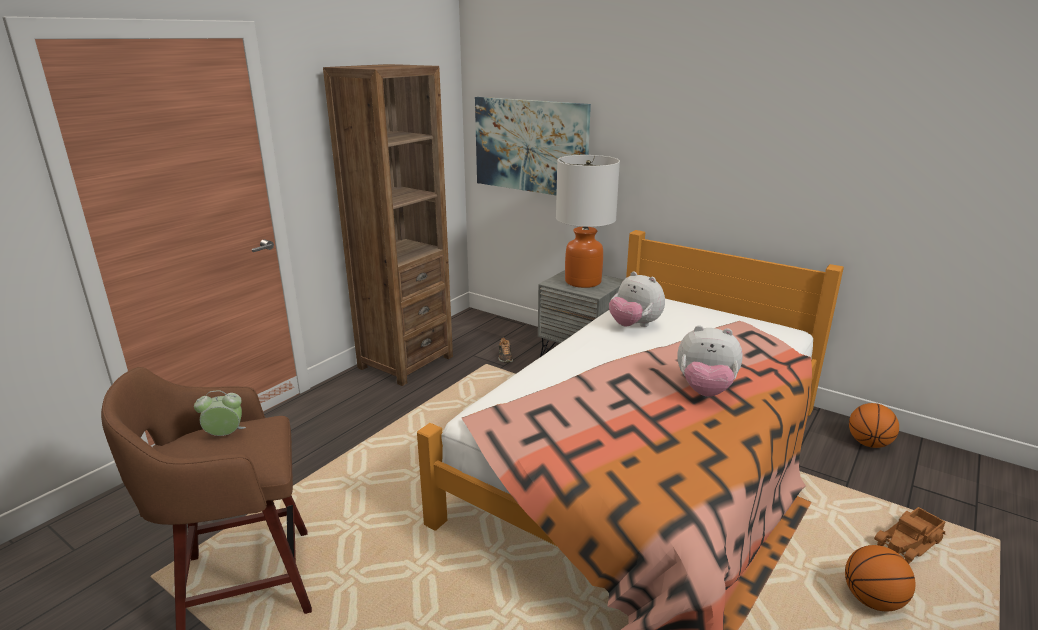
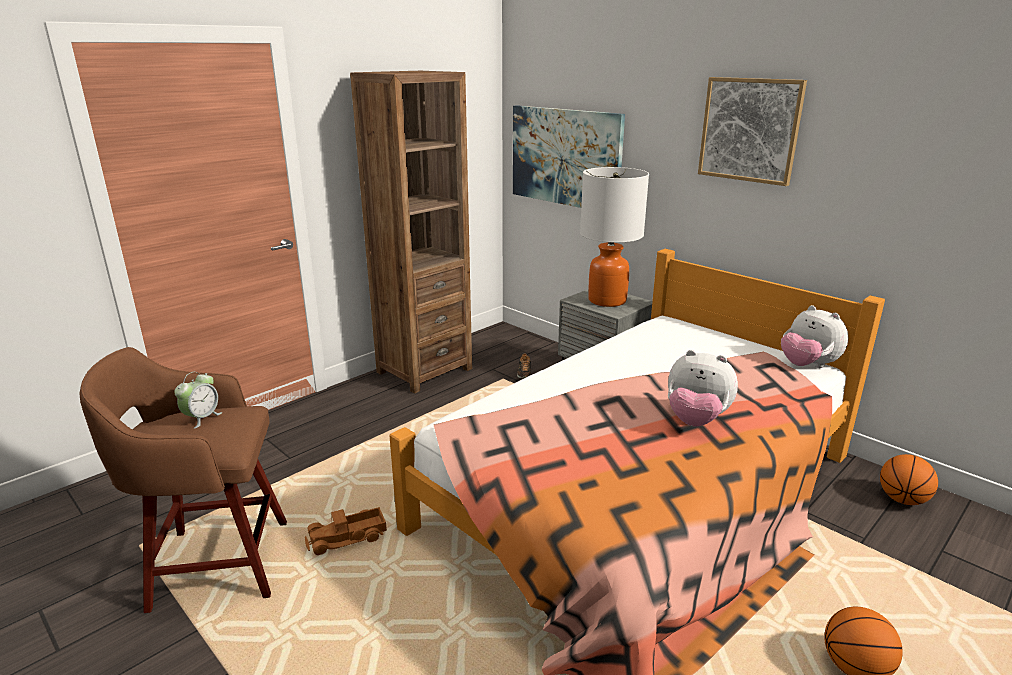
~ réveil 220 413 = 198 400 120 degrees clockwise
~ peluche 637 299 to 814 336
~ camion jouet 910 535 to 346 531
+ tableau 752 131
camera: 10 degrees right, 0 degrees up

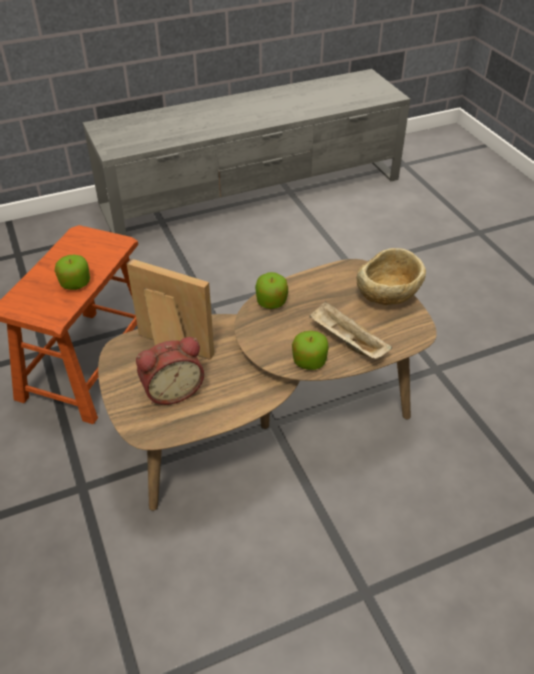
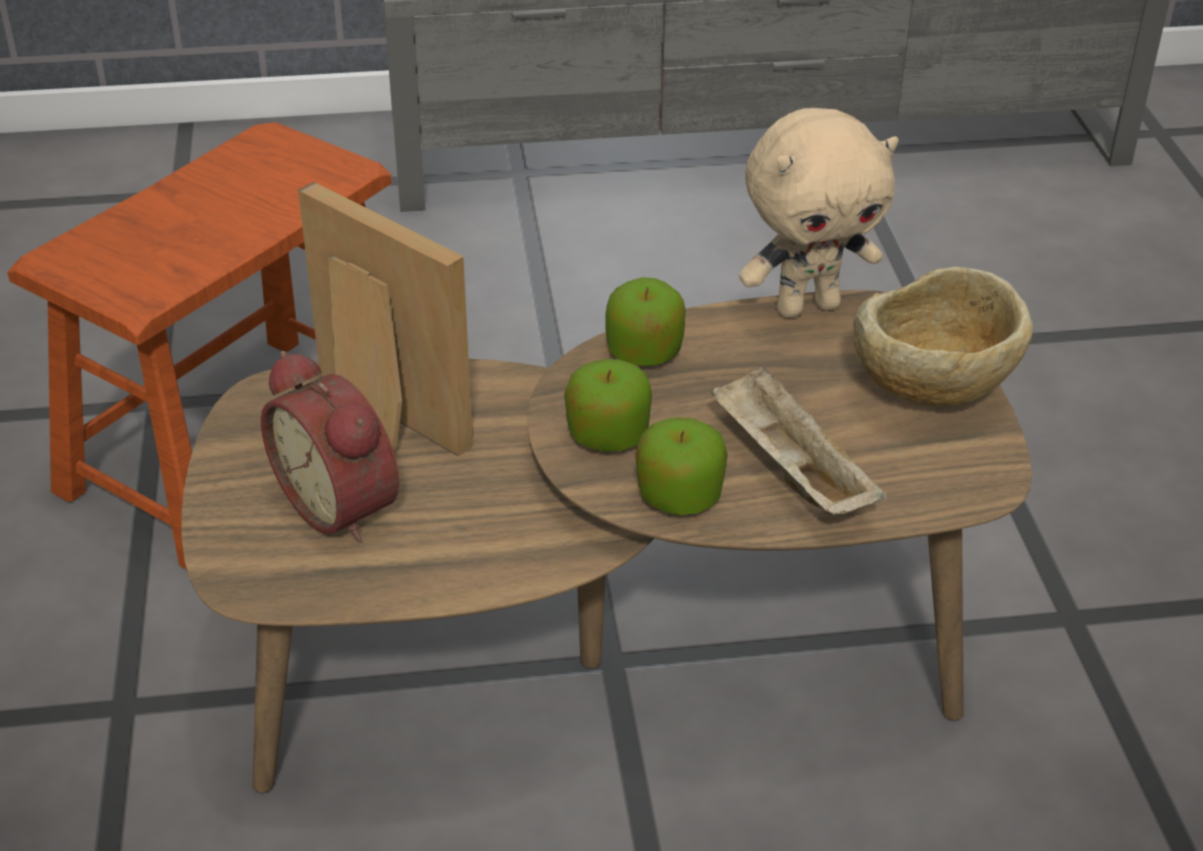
~ pomme 72 272 to 608 405
~ réveil 170 371 = 330 447 60 degrees clockwise
+ peluche [beige] 819 213
camera: 15 degrees right, 5 degrees down

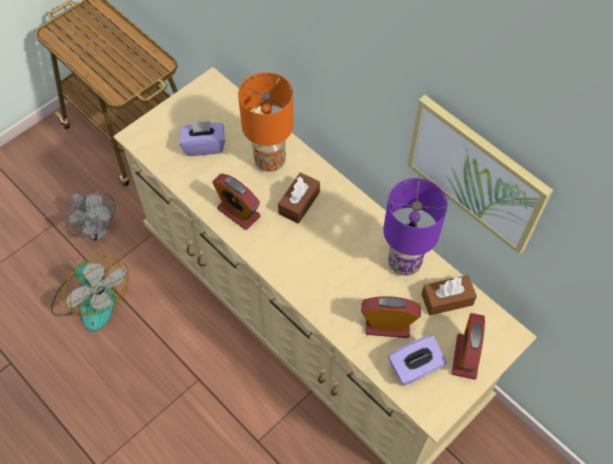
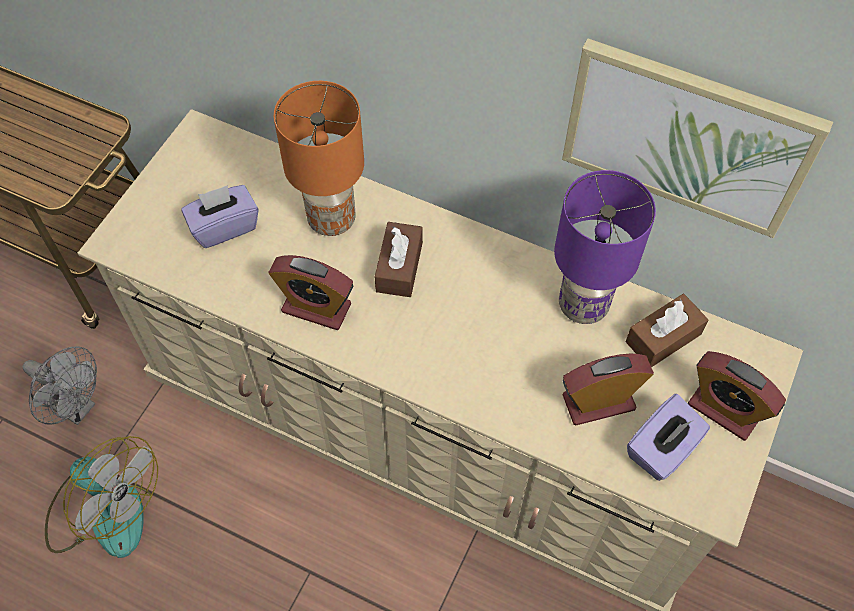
~ réveil 468 346 = 737 396 45 degrees counterclockwise
camera: 20 degrees left, 0 degrees up

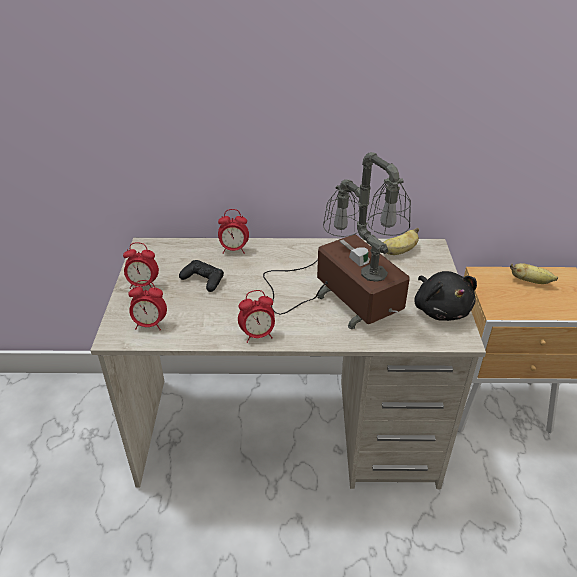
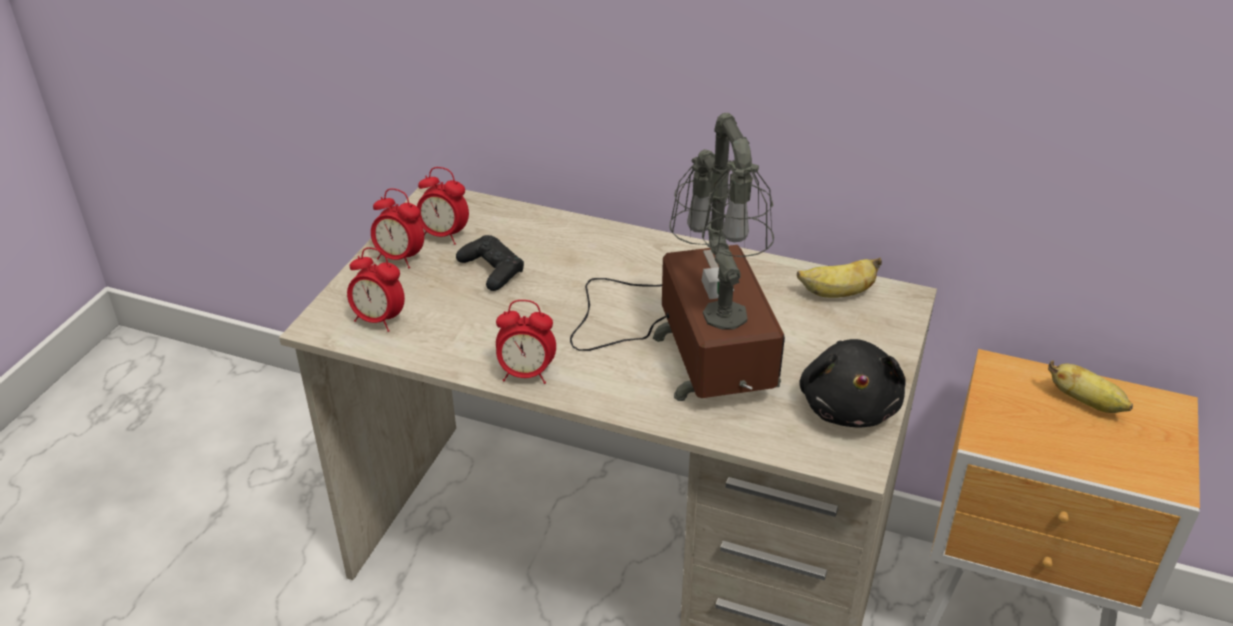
~ réveil 233 231 to 443 206
camera: 20 degrees right, 0 degrees up

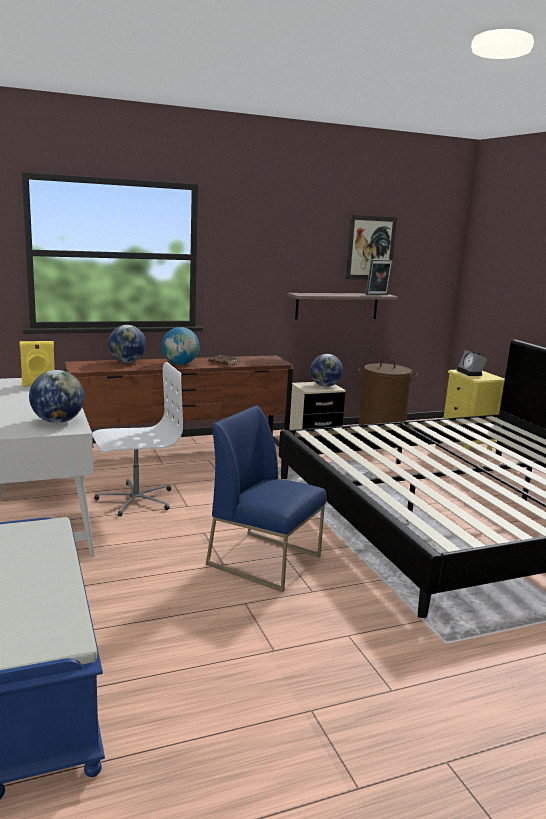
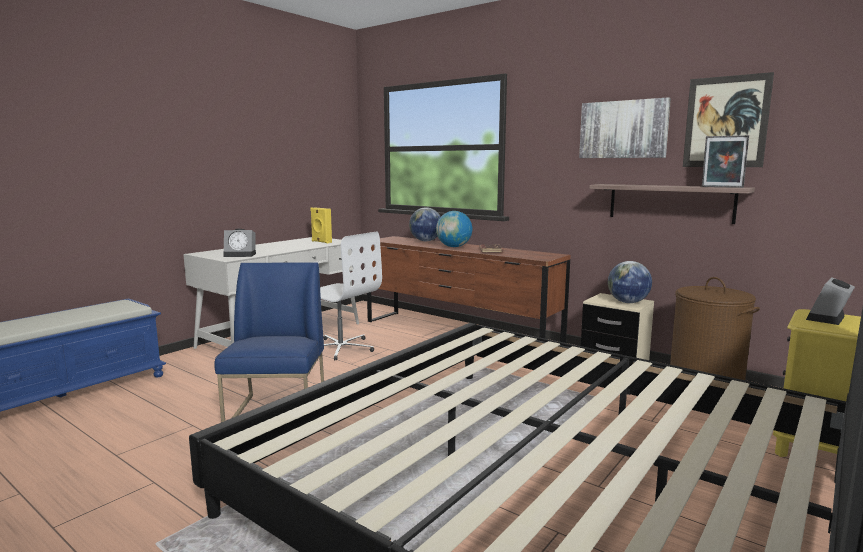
~ globe 56 396 to réveil 240 243
+ tableau 625 127
camera: 60 degrees right, 5 degrees down

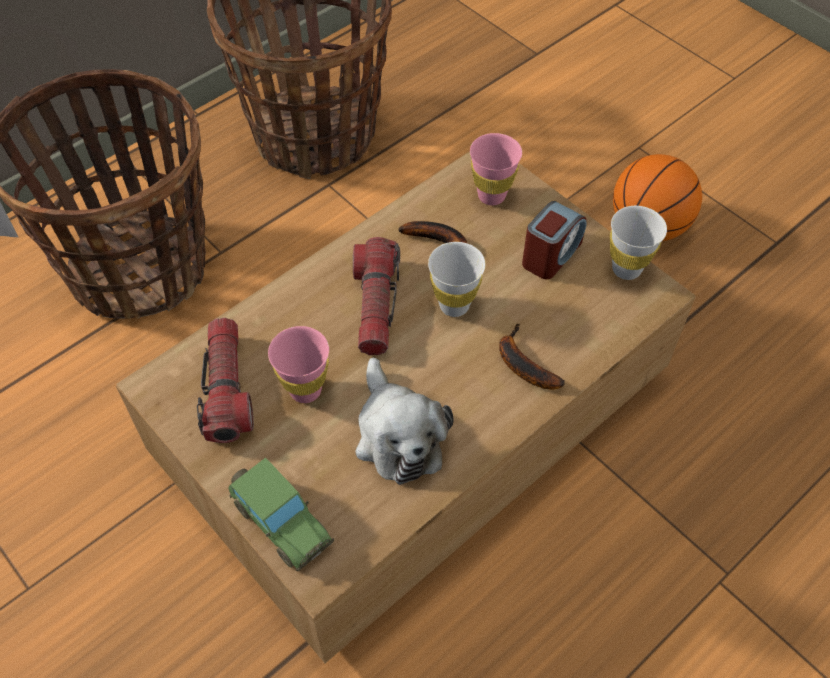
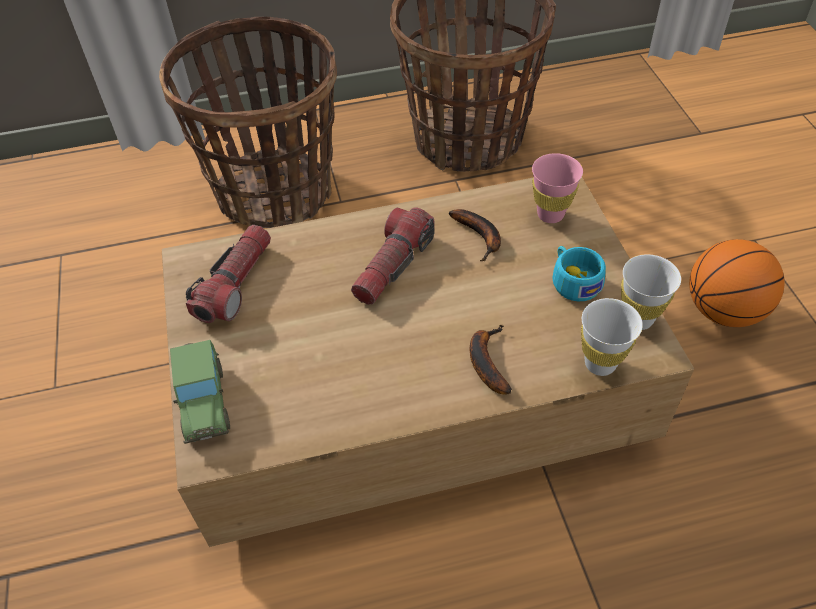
- tasse [rose] 298 364
- peluche 404 421
~ tasse [blanc] 457 279 to 612 337
~ réveil 554 240 to tasse [turquoise] 579 273
camera: 30 degrees right, 5 degrees down

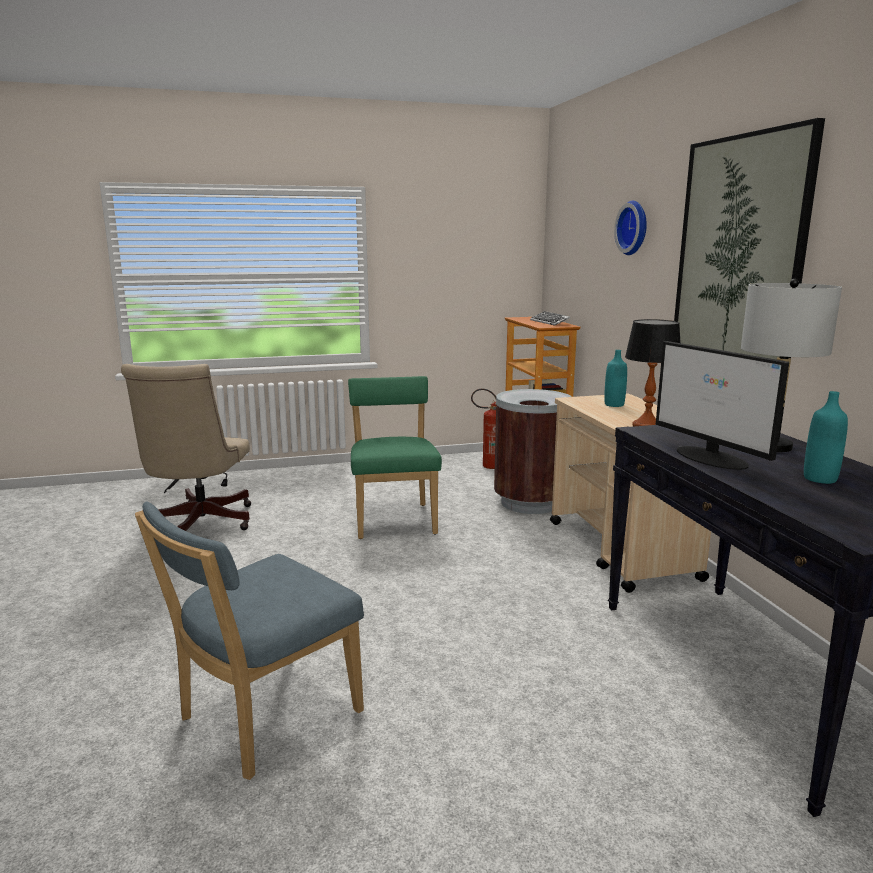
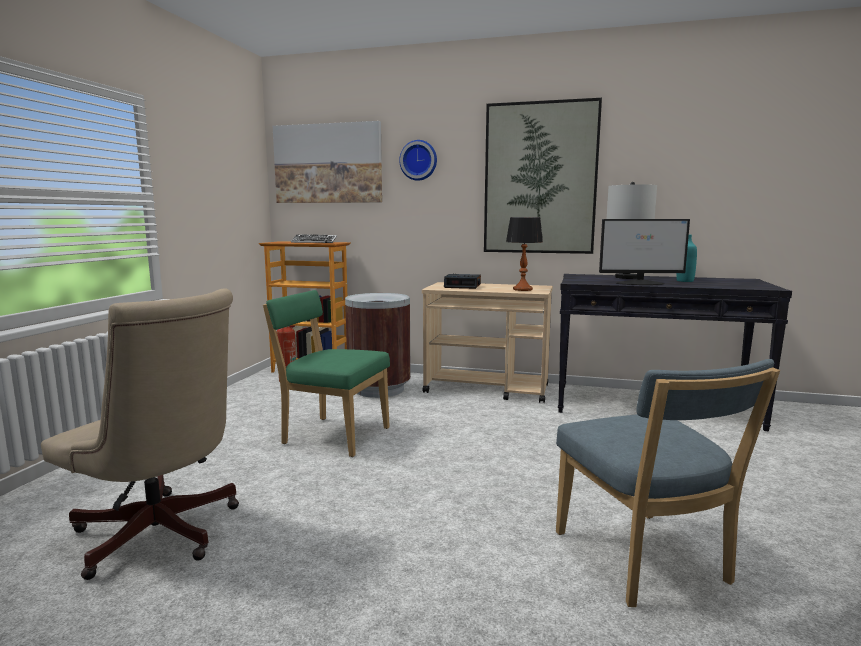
~ bouteille [turquoise] 615 378 to réveil 462 281
+ tableau 327 162
camera: 60 degrees left, 5 degrees down

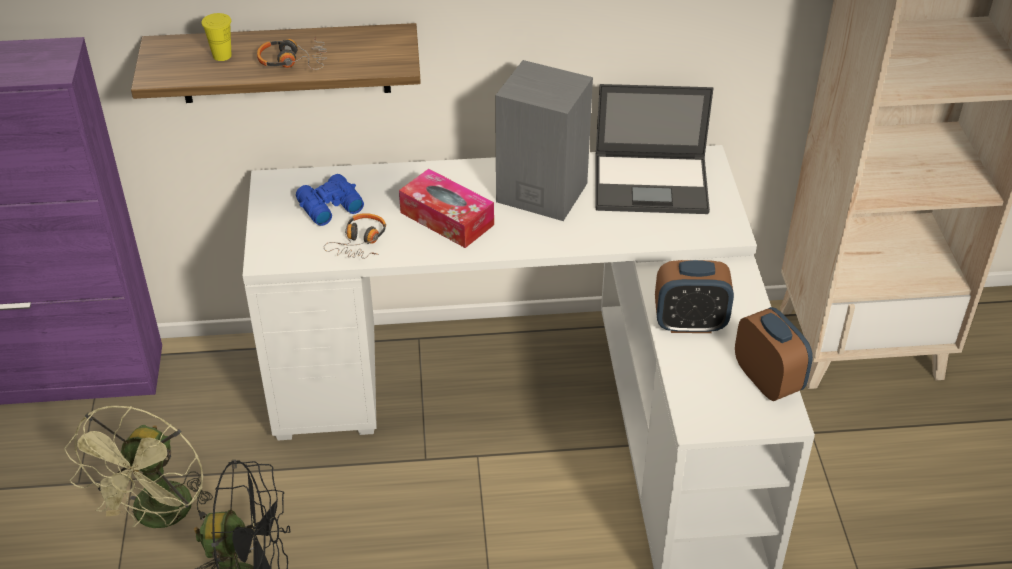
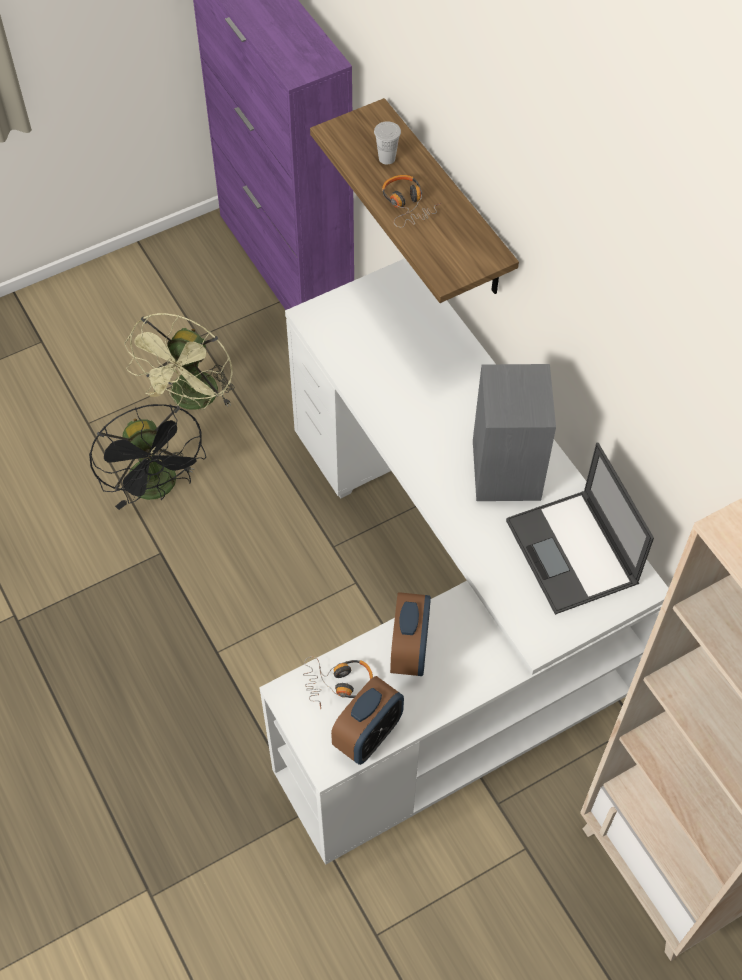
~ ventilateur [vert] 138 467 = 179 361 60 degrees counterclockwise
~ tasse [jaune] 216 37 to tasse [blanc] 387 143
- jumelles [bleu] 330 200
~ casque audio 355 236 to 338 682
- boîte à mouchoirs 446 208
~ réveil 694 296 = 410 634 150 degrees counterclockwise
camera: 65 degrees right, 15 degrees up

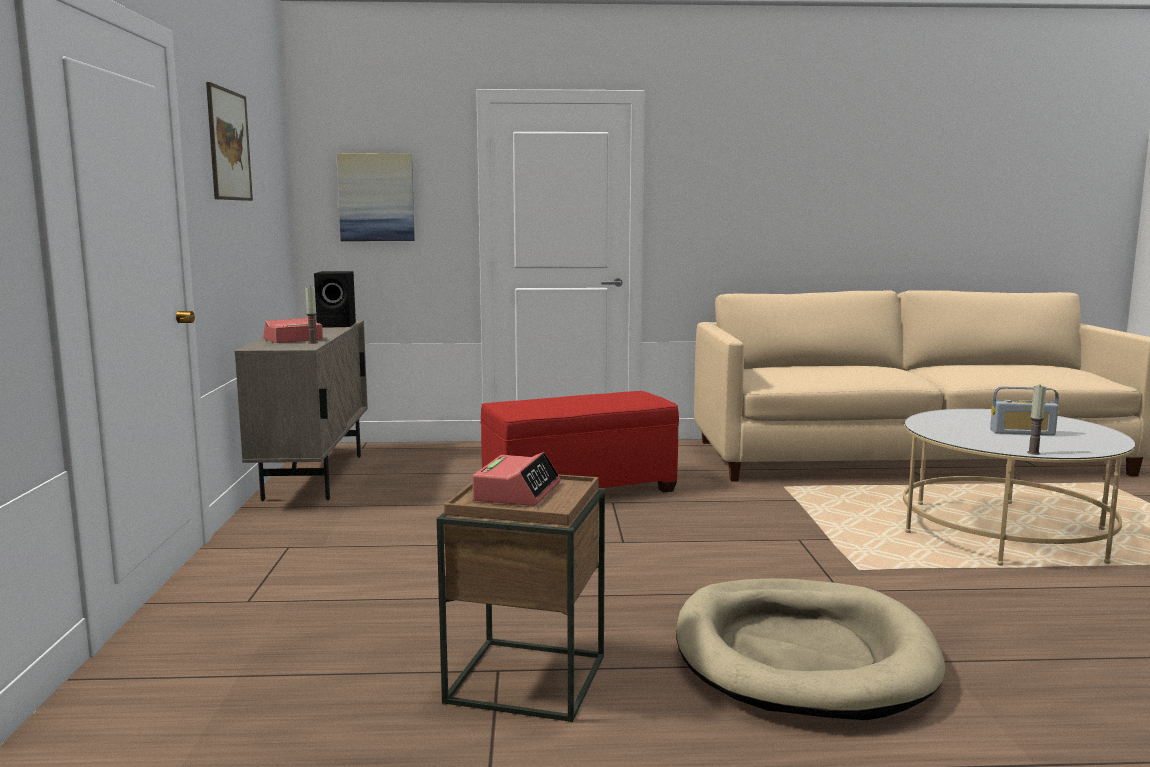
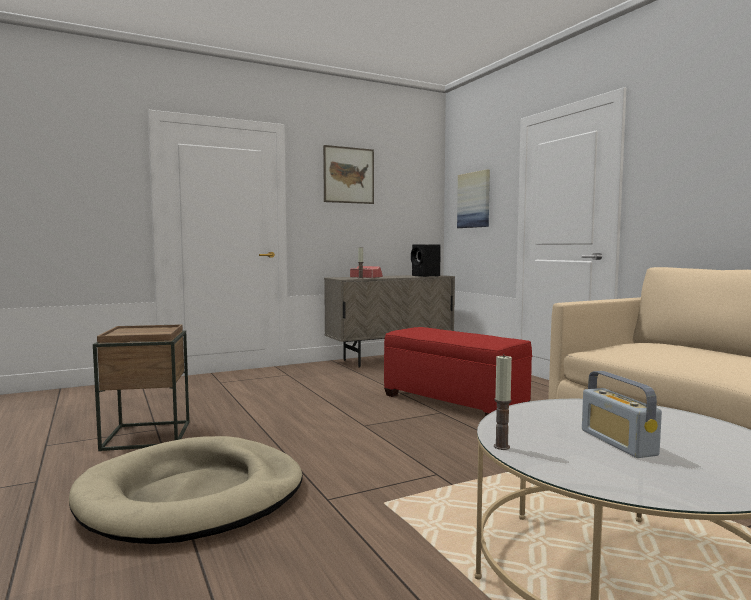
- réveil 516 479
camera: 65 degrees right, 5 degrees down

